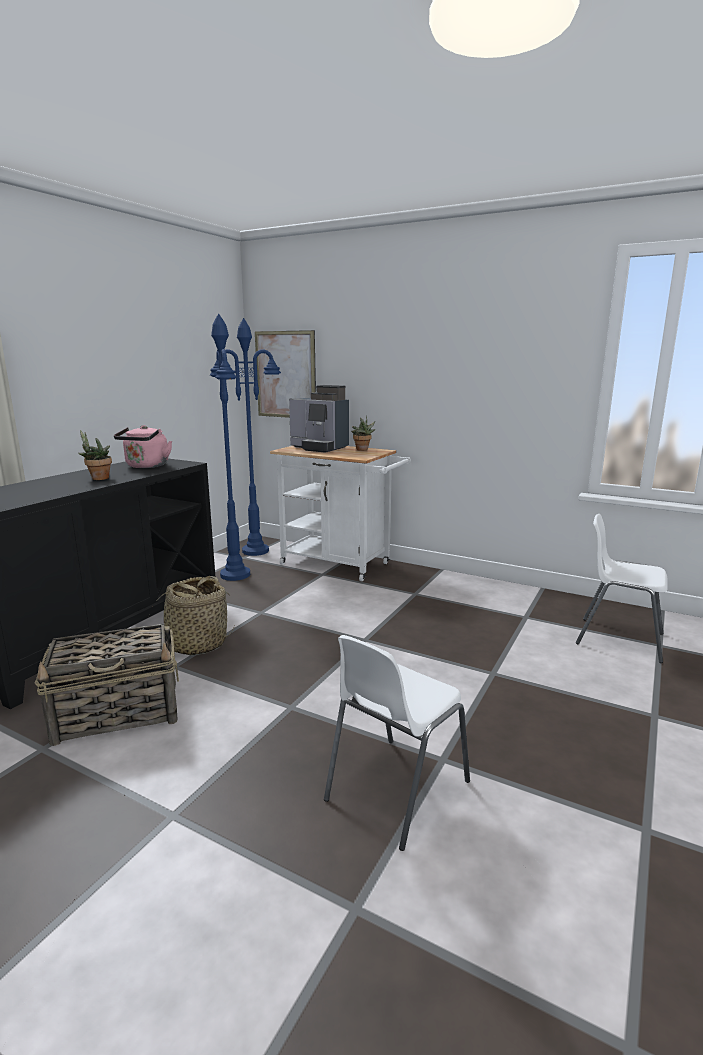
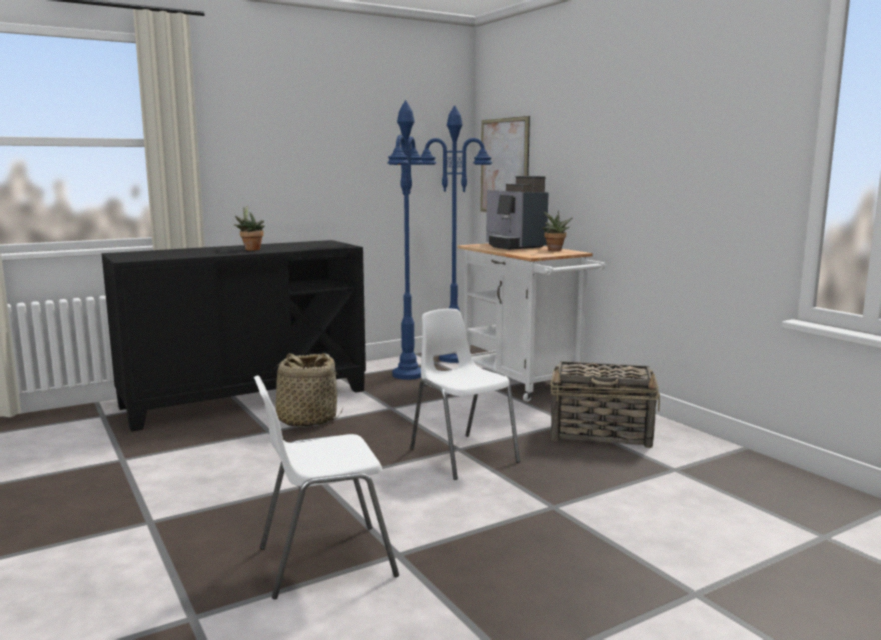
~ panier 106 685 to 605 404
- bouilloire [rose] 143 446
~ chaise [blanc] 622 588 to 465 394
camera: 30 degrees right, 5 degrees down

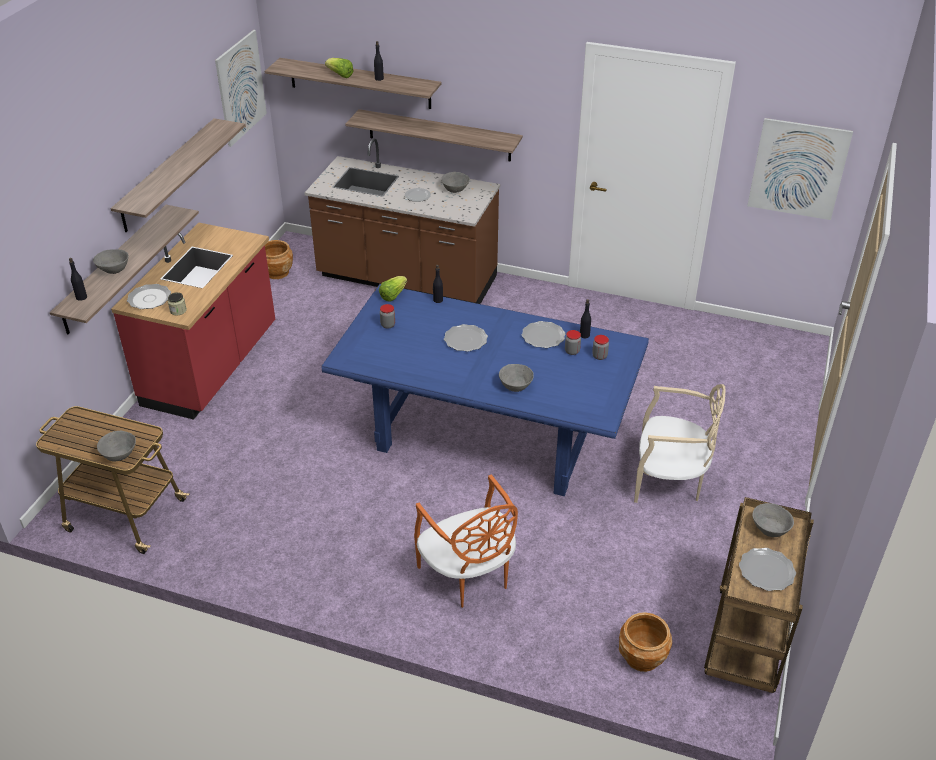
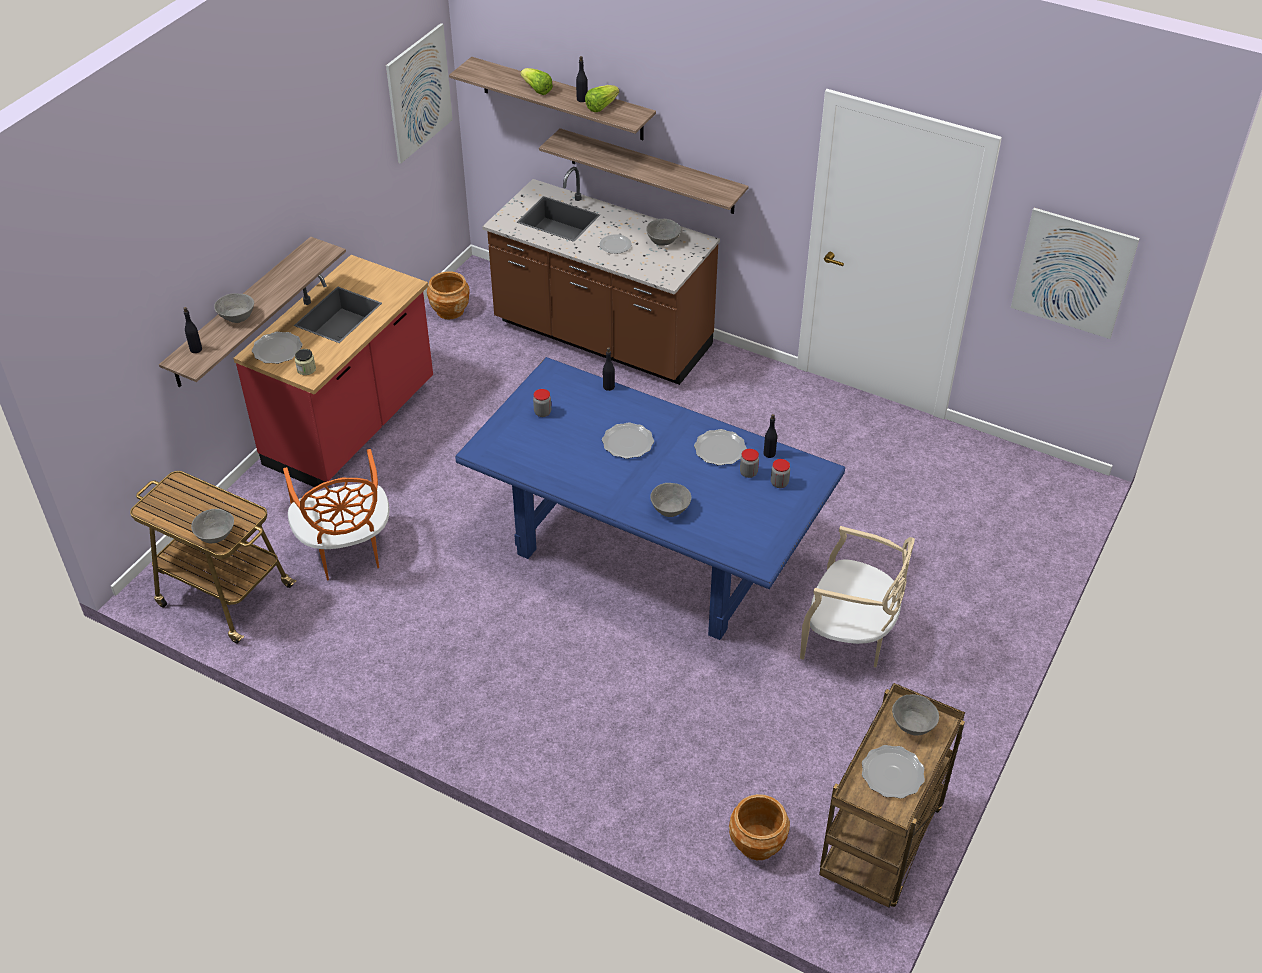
- étagère 178 175
~ laitue 393 288 to 602 98
~ chaise [orange] 466 541 to 336 514
camera: 10 degrees right, 5 degrees up

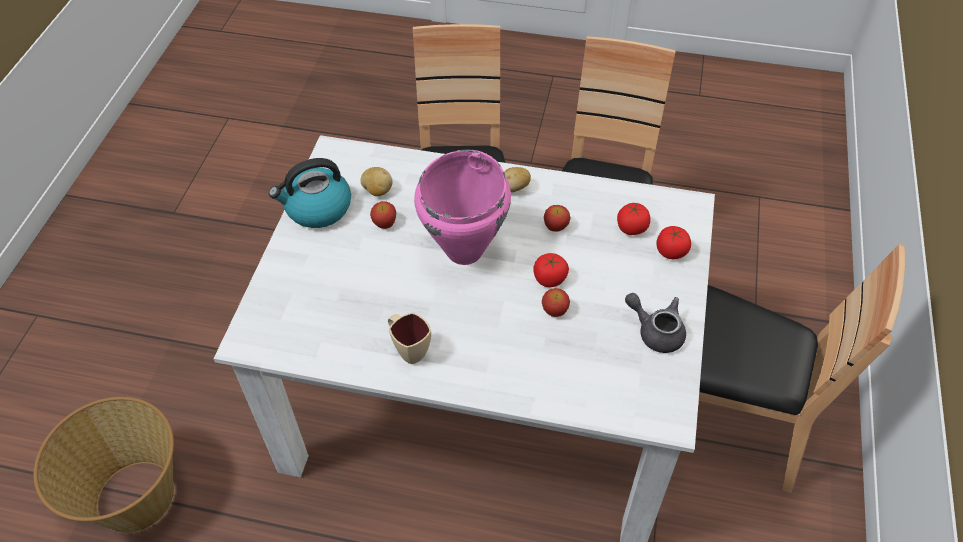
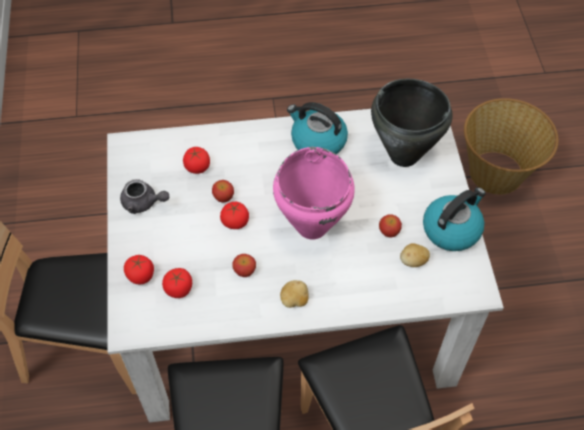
~ mug [beige] 409 338 to bouilloire 317 128
+ tomate 196 160
+ marmite [noir] 411 123
camera: 160 degrees right, 5 degrees up

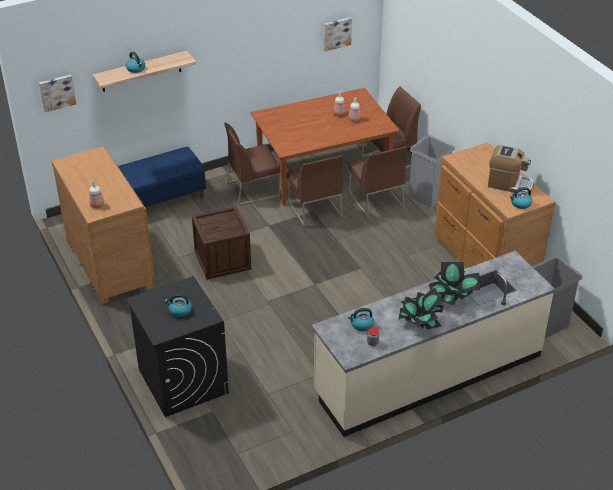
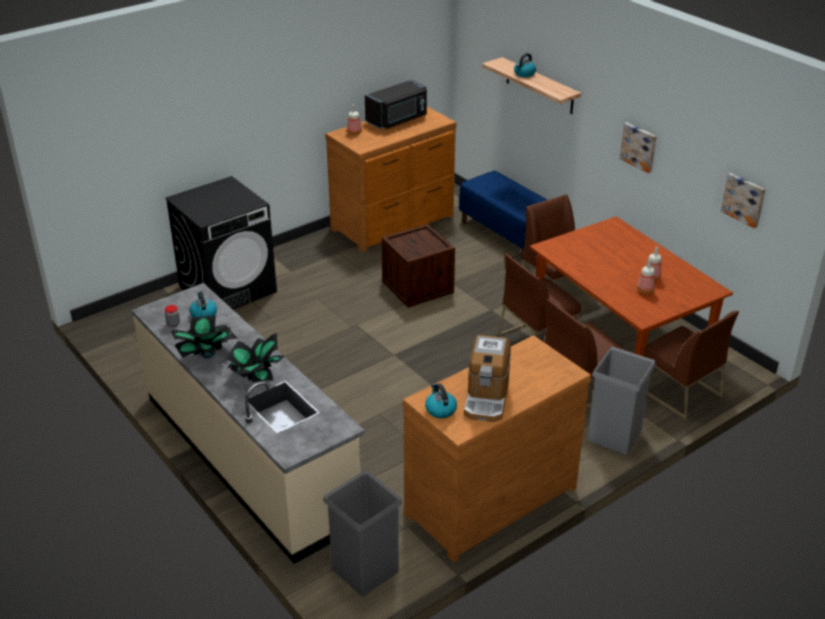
~ tableau 57 93 to 638 147
- bouilloire 178 305
+ micro-ondes [noir] 396 104
camera: 80 degrees right, 5 degrees down

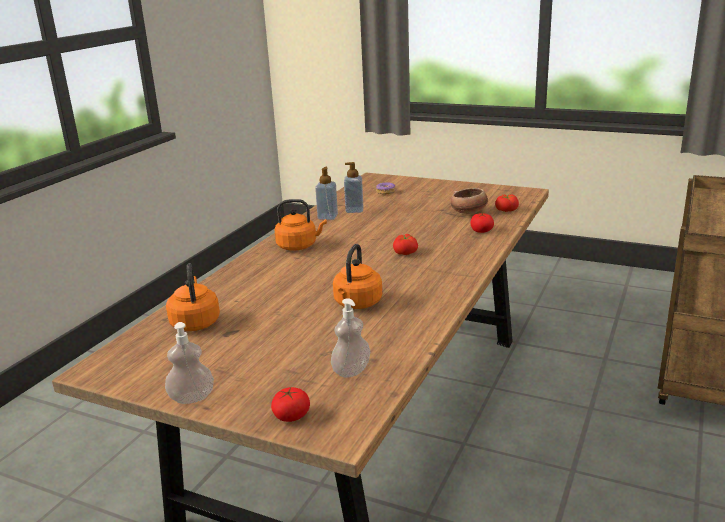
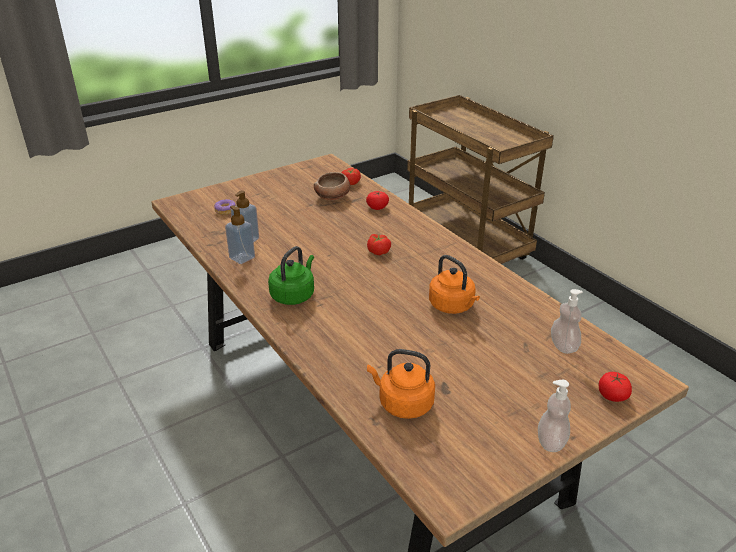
~ bouilloire [orange] 301 224 to bouilloire [vert] 291 275
camera: 60 degrees left, 10 degrees up

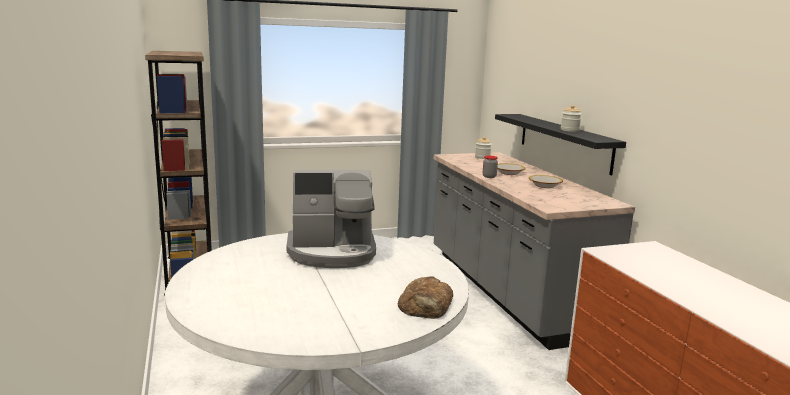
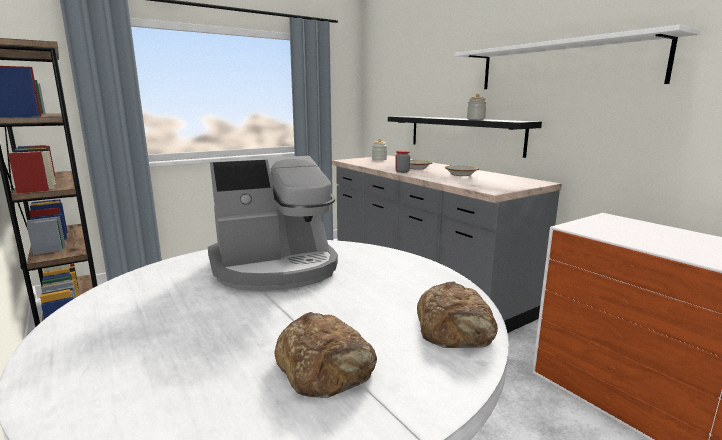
+ pain 325 355
+ étagère [blanc] 577 57
camera: 15 degrees left, 0 degrees up

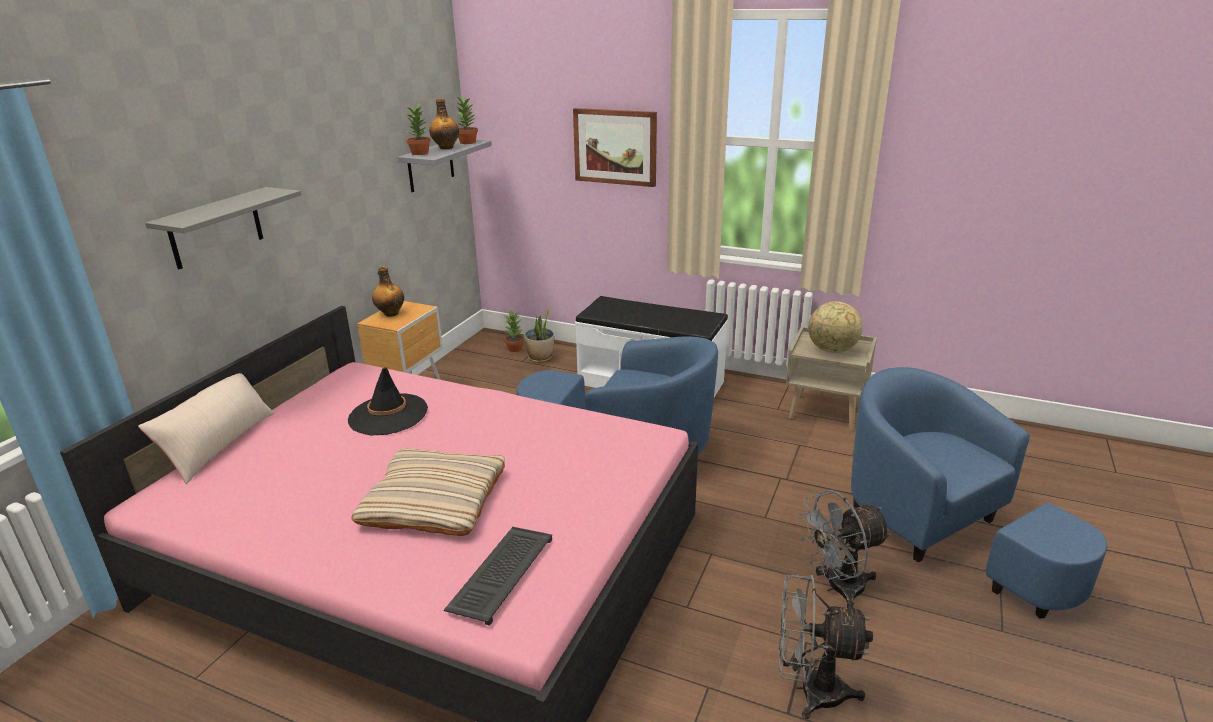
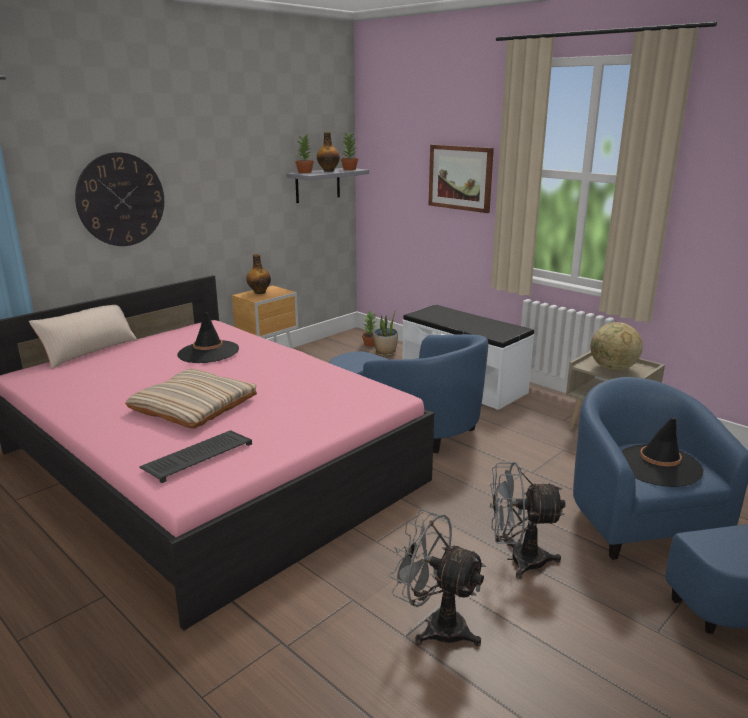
~ étagère [gris] 223 228 to horloge murale 119 199
+ chapeau [noir] 663 452
camera: 20 degrees right, 5 degrees down

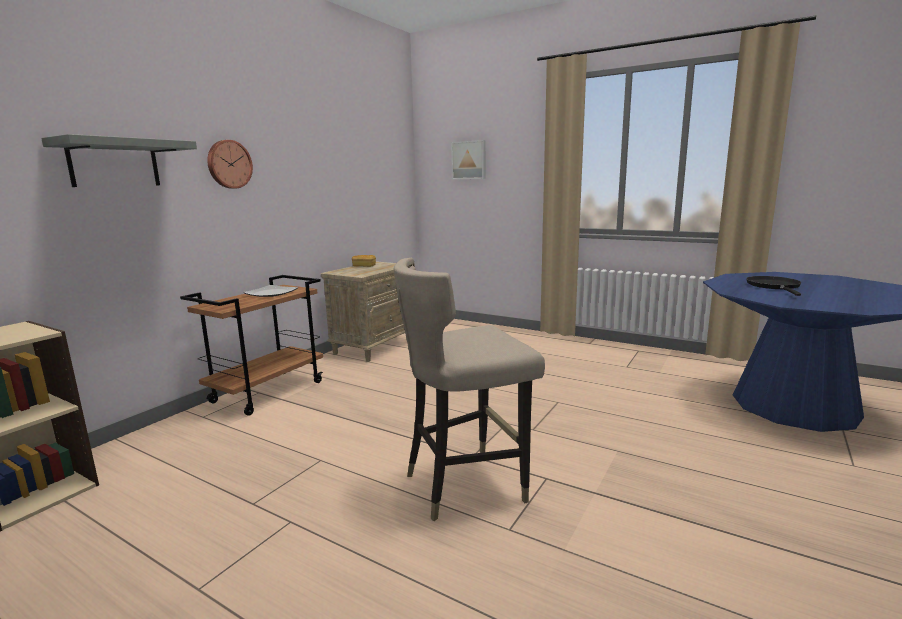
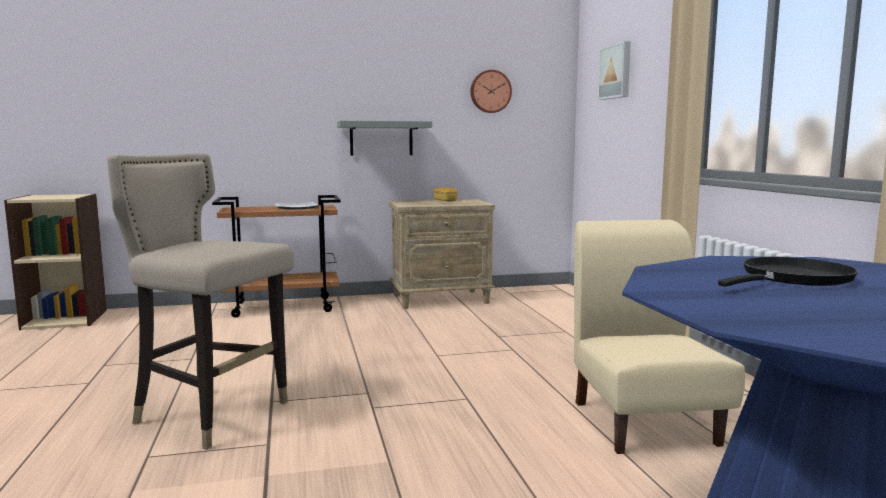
~ étagère [gris] 119 160 to 384 138
~ horloge murale 230 164 to 491 91
+ chaise [beige] 659 337
camera: 45 degrees right, 5 degrees down

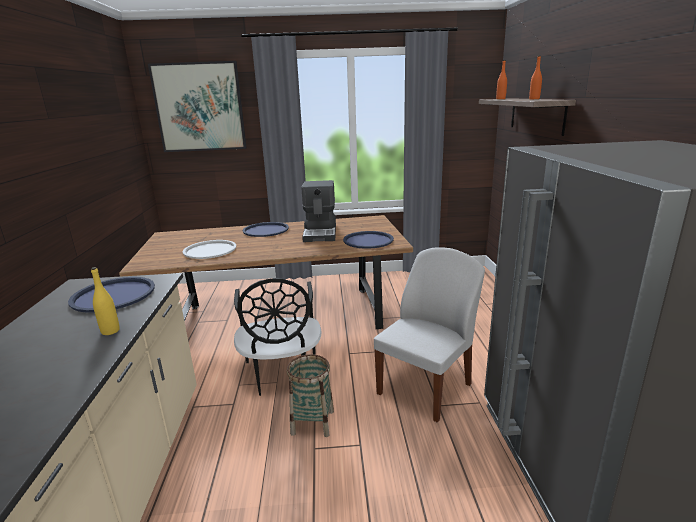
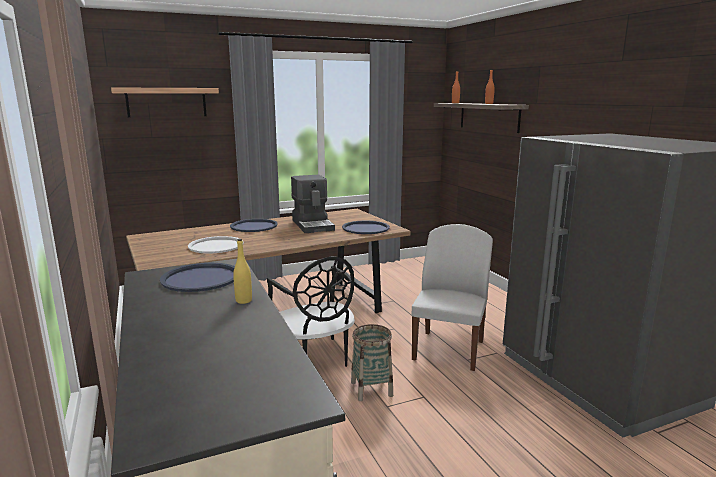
~ tableau 197 106 to étagère 165 102
camera: 20 degrees left, 5 degrees down

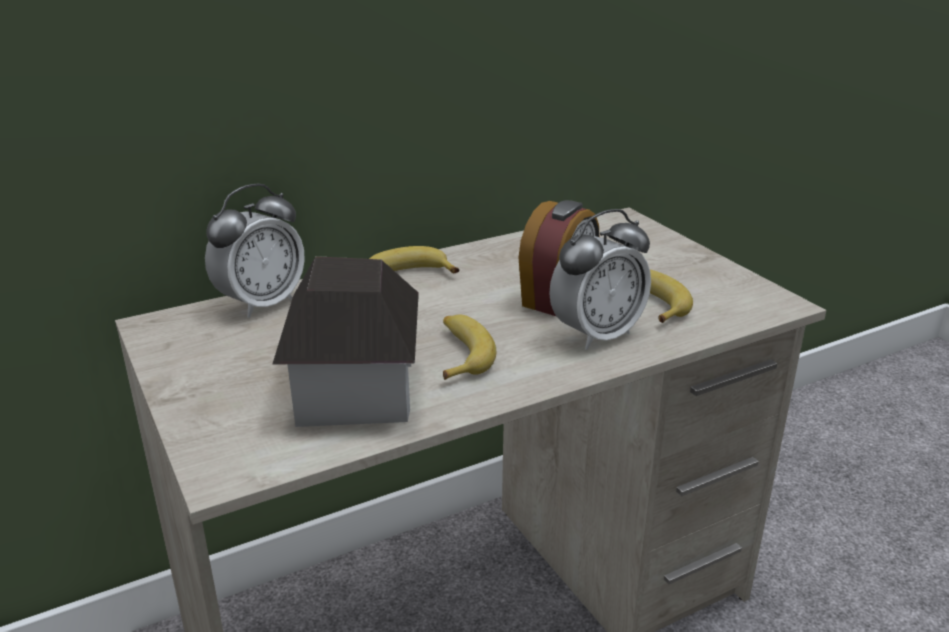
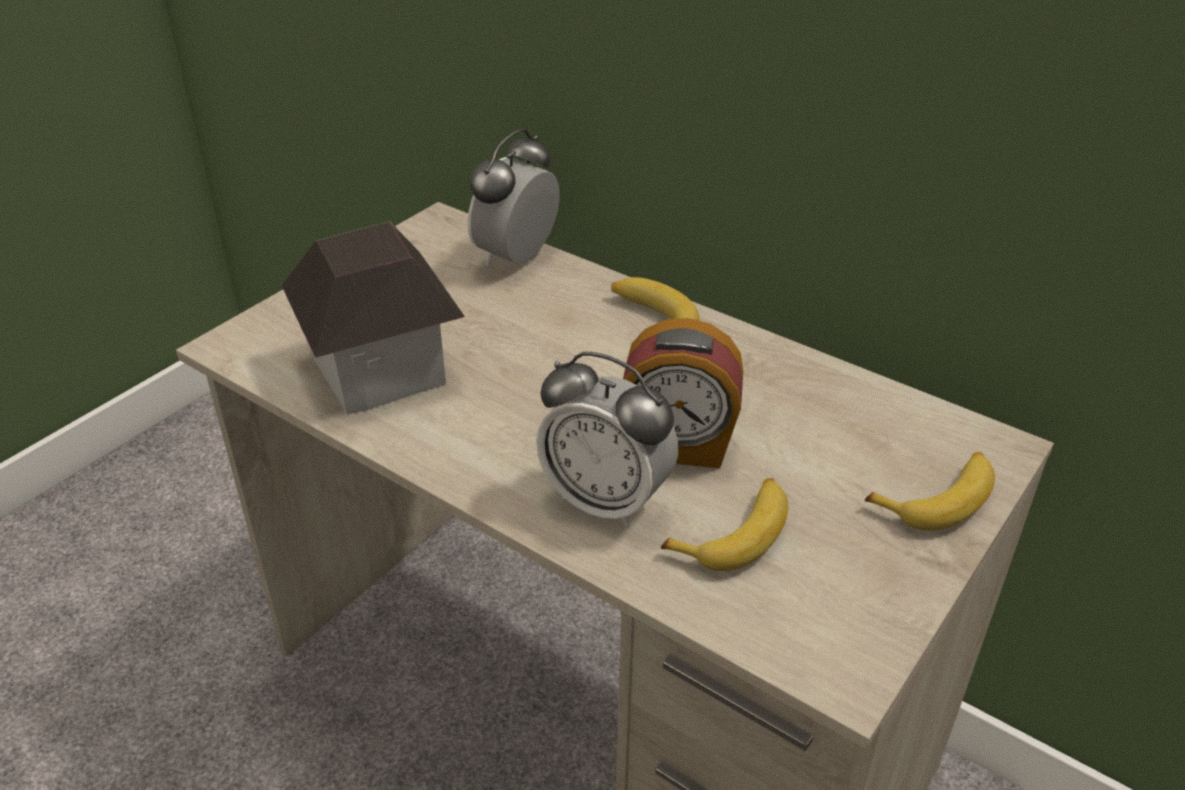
~ réveil 255 251 = 513 197 105 degrees clockwise
~ banane 470 347 to 930 491
camera: 65 degrees right, 10 degrees up

